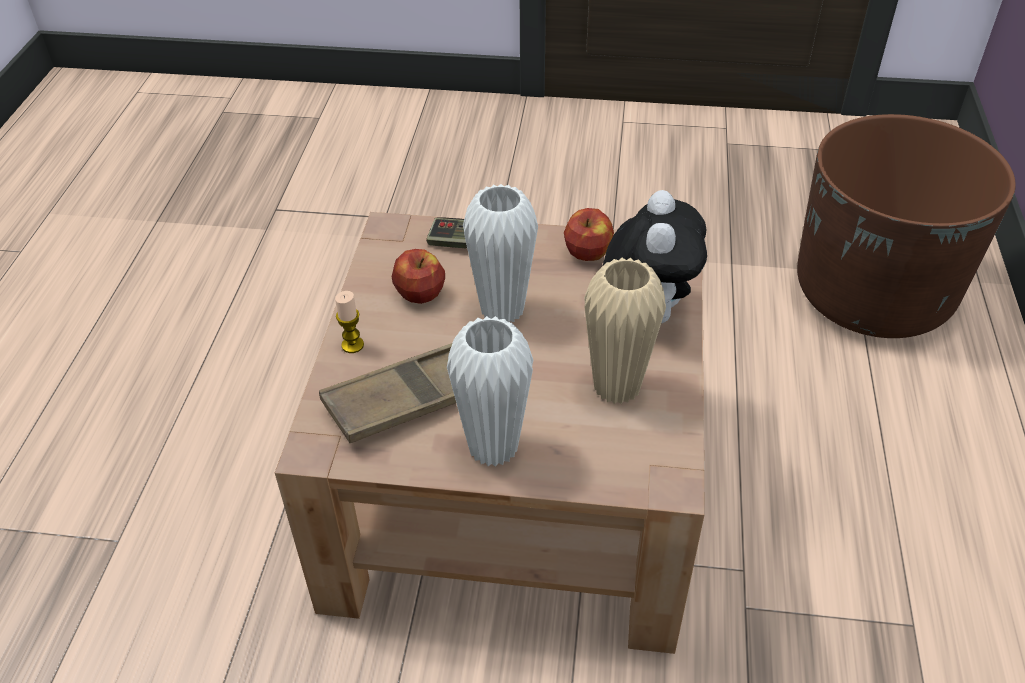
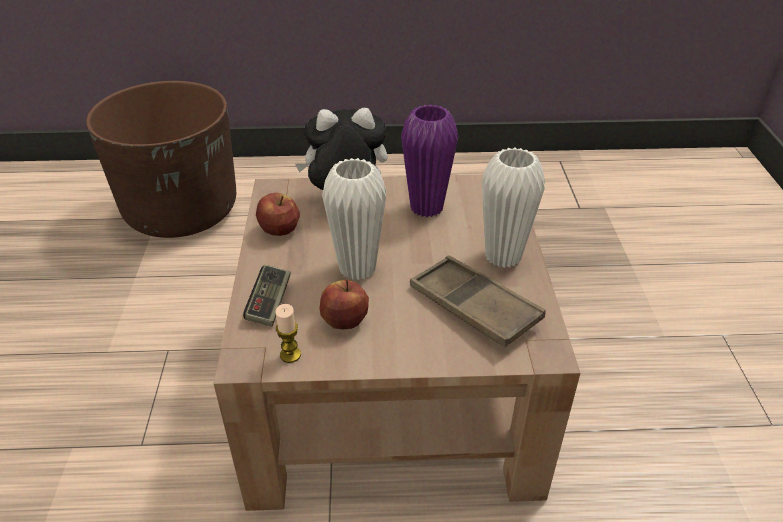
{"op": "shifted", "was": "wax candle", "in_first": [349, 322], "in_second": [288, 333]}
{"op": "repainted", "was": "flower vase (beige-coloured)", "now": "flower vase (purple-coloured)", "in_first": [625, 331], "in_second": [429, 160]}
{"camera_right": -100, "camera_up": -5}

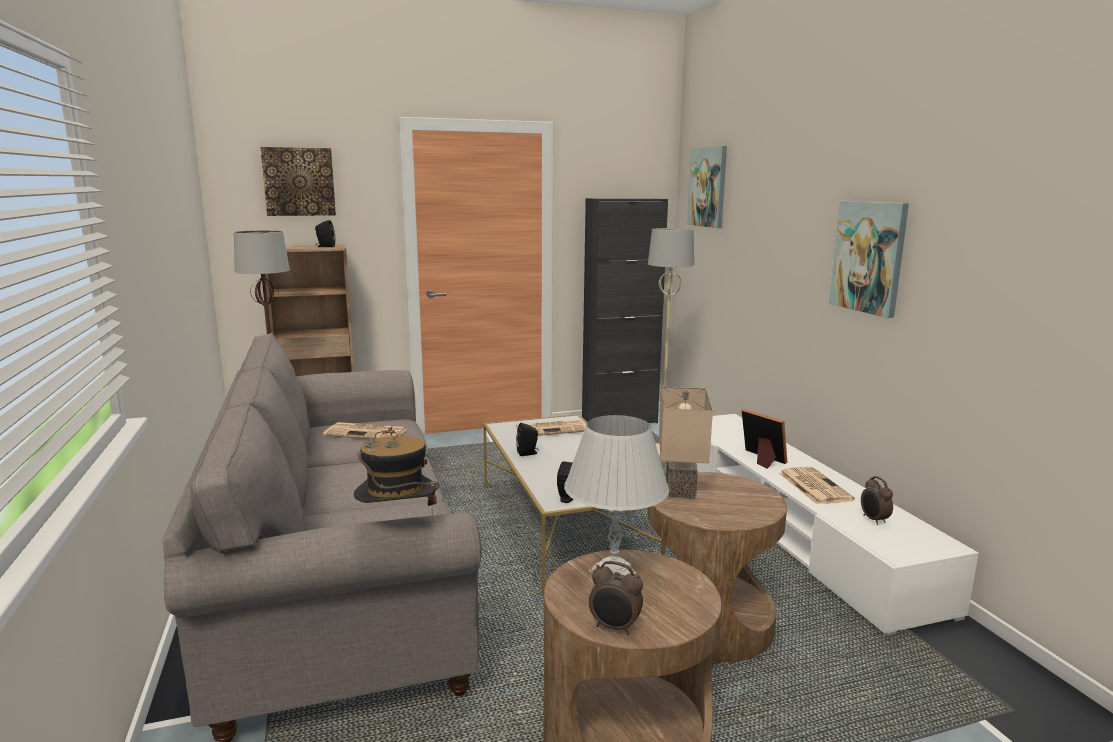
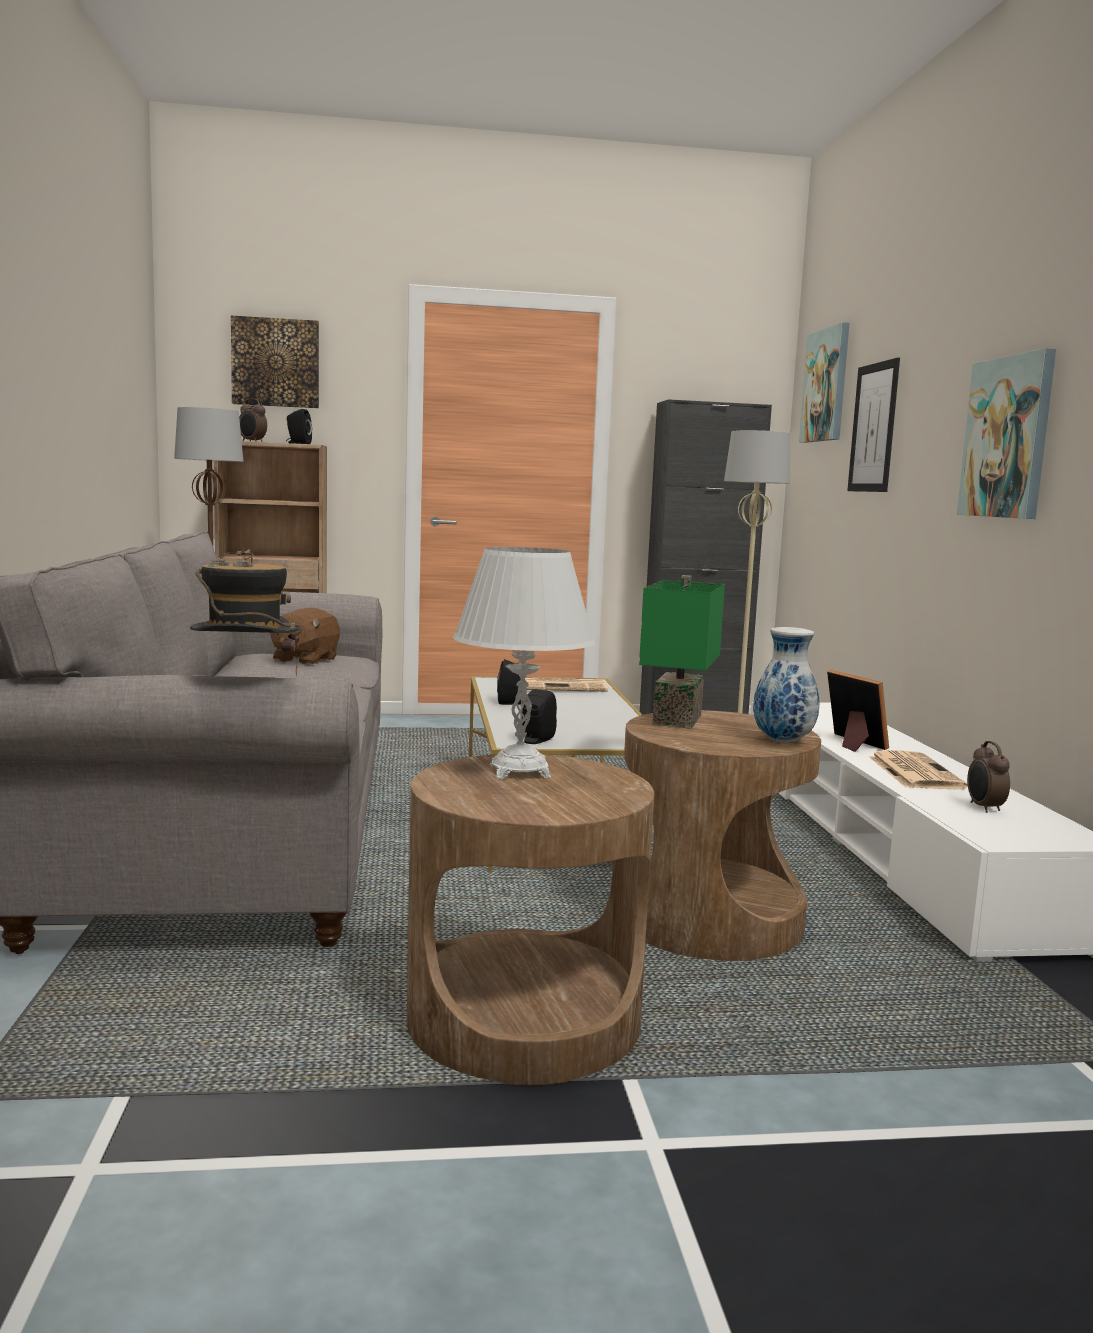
{"op": "new", "now": "flower vase", "in_second": [786, 685]}
{"op": "new", "now": "picture", "in_second": [873, 425]}
{"op": "shifted", "was": "table clock", "in_first": [616, 598], "in_second": [253, 420]}
{"op": "swapped", "was": "newspaper", "now": "plush toy (brownish)", "in_first": [365, 430], "in_second": [305, 636]}
{"op": "repainted", "was": "lamp for a table (beige-coloured)", "now": "lamp for a table (greenish)", "in_first": [686, 443], "in_second": [682, 652]}
{"camera_right": 10, "camera_up": -5}

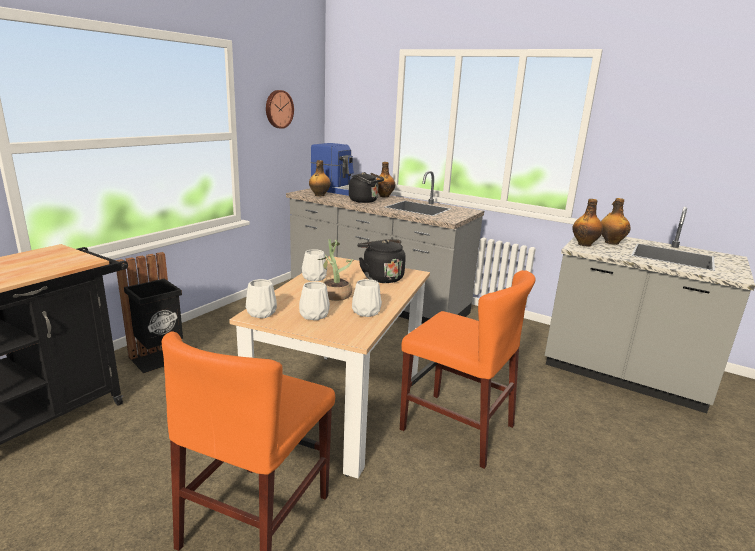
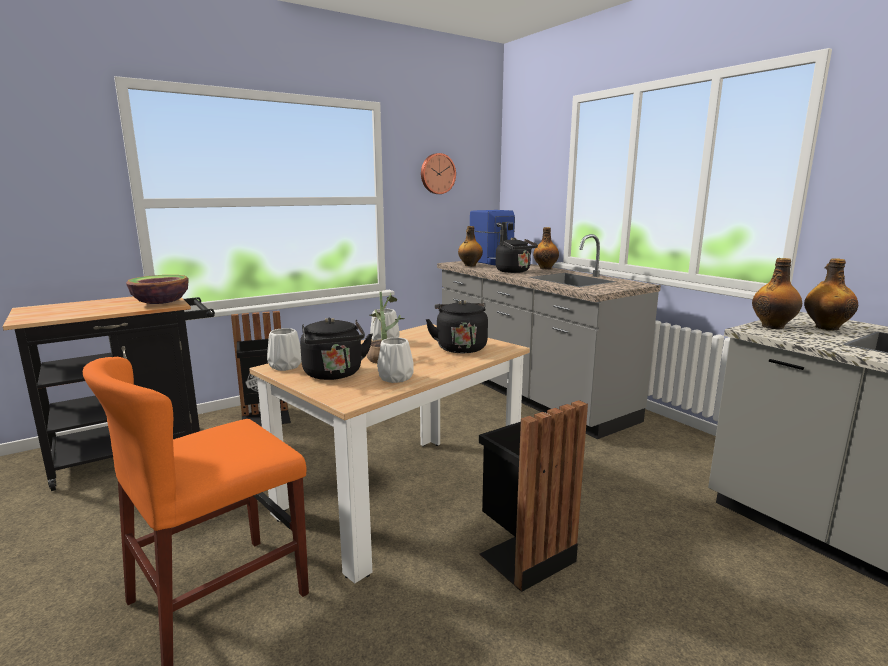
{"op": "new", "now": "bowl", "in_second": [157, 289]}
{"op": "swapped", "was": "flower vase (whitish)", "now": "water kettle (black-coloured)", "in_first": [314, 300], "in_second": [336, 349]}
{"op": "swapped", "was": "plain chair (orange-coloured)", "now": "rubbish bin (black-coloured)", "in_first": [467, 369], "in_second": [533, 496]}
{"camera_right": 25, "camera_up": -5}

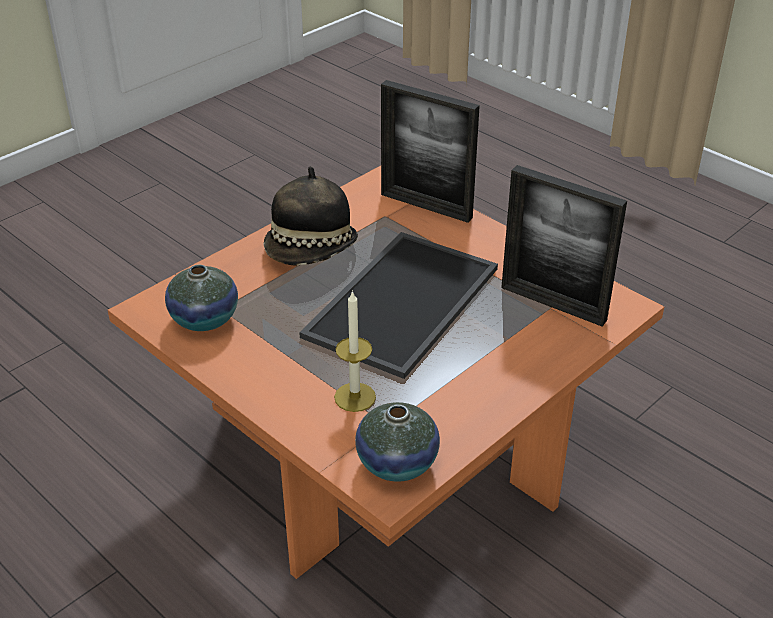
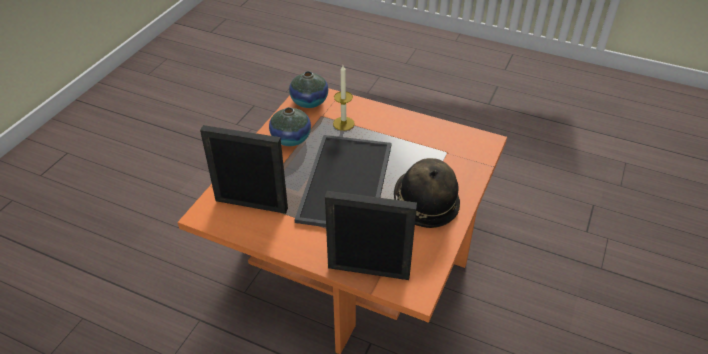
{"op": "shifted", "was": "flower vase", "in_first": [201, 298], "in_second": [290, 126]}
{"camera_right": 160, "camera_up": 5}

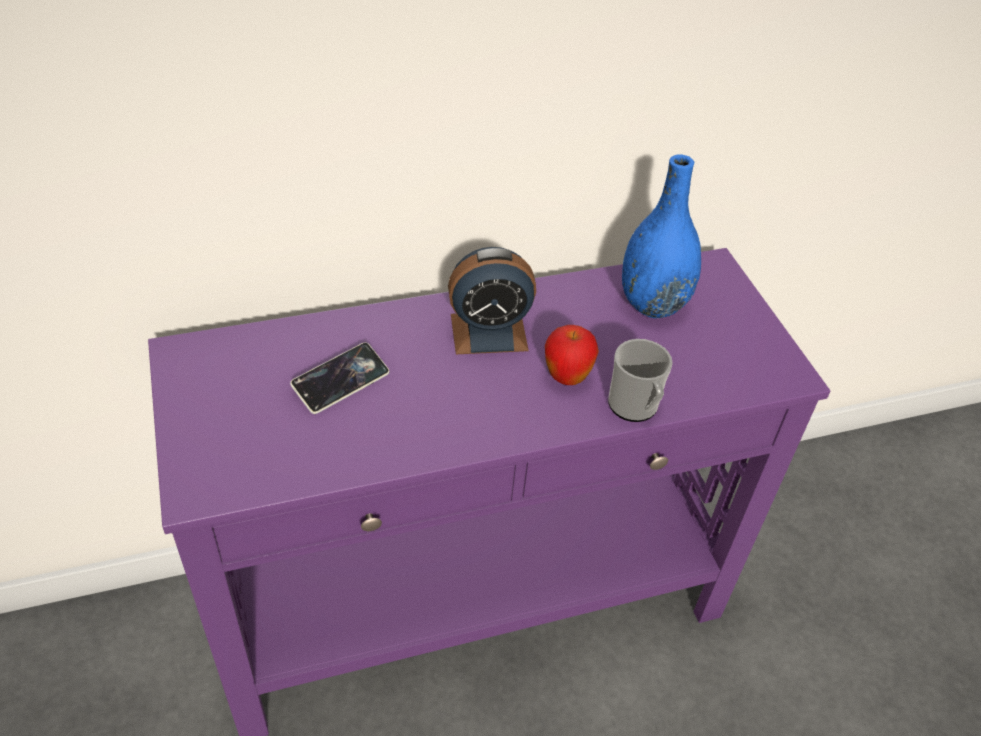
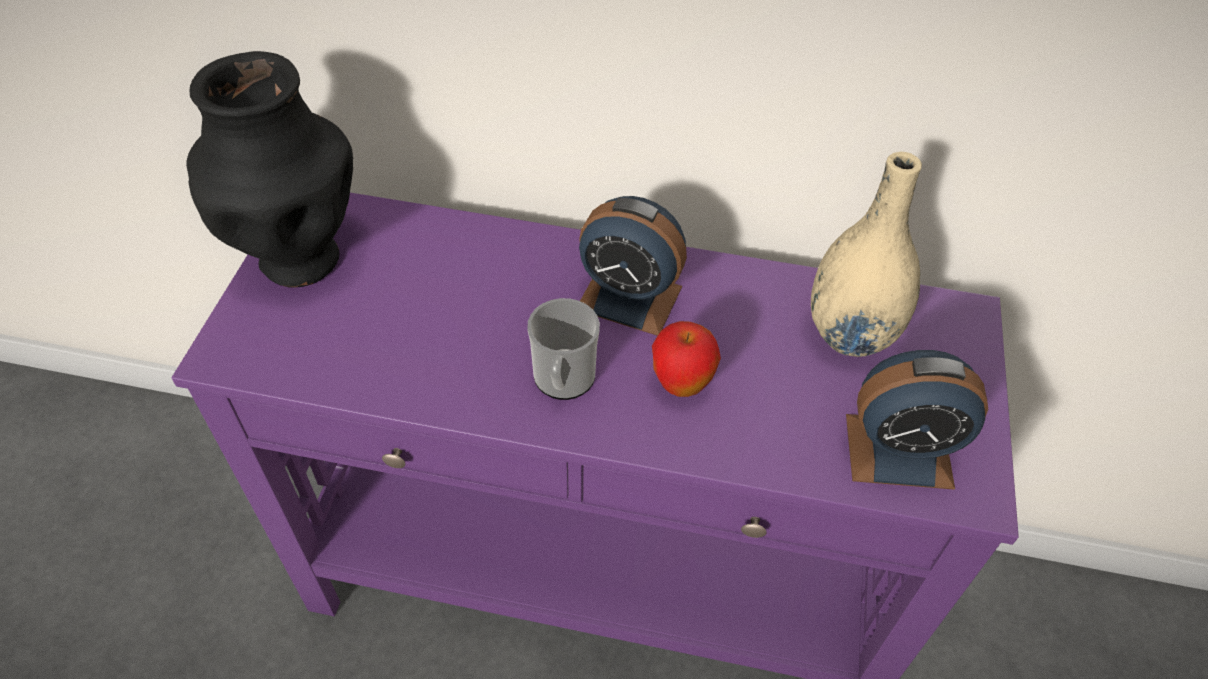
{"op": "gone", "was": "handset", "in_first": [339, 378]}
{"op": "new", "now": "flower vase (black-coloured)", "in_second": [269, 169]}
{"op": "new", "now": "table clock", "in_second": [917, 420]}
{"op": "shifted", "was": "coffee mug", "in_first": [640, 380], "in_second": [563, 349]}
{"op": "repainted", "was": "flower vase (blue)", "now": "flower vase (beige-coloured)", "in_first": [661, 236], "in_second": [866, 254]}
{"camera_right": 30, "camera_up": 5}

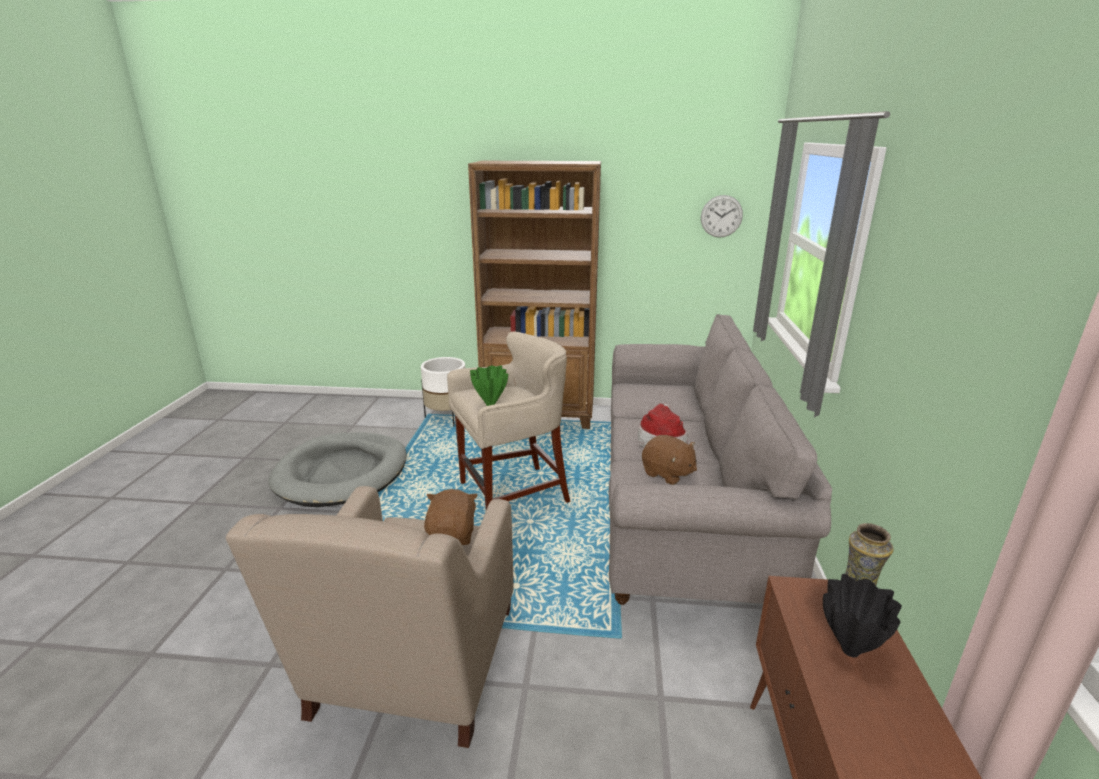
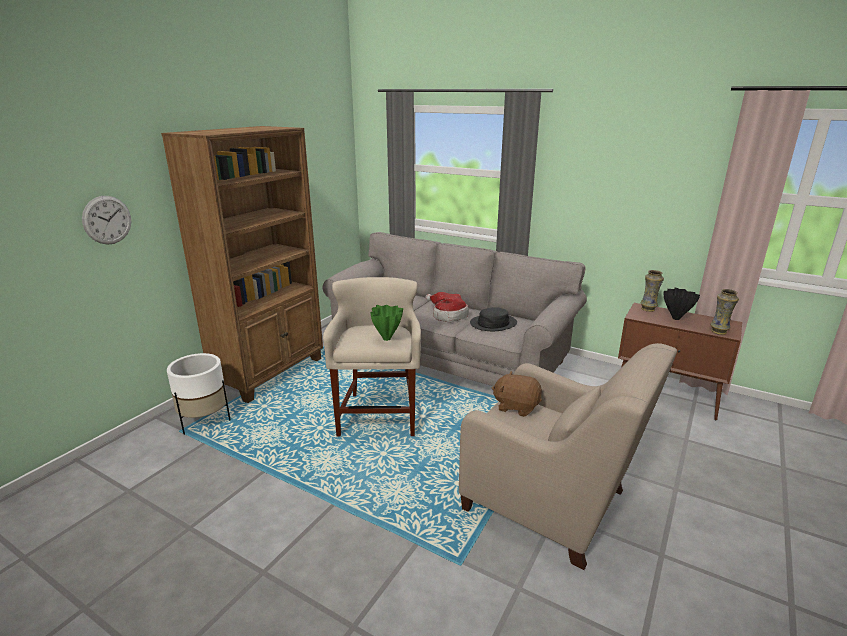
{"op": "gone", "was": "dog cushion (gray)", "in_first": [337, 469]}
{"op": "new", "now": "flower vase", "in_second": [724, 312]}
{"op": "shifted", "was": "hanging clock", "in_first": [722, 216], "in_second": [106, 220]}
{"op": "swapped", "was": "plush toy (brownish)", "now": "clothing hat (black-coloured)", "in_first": [669, 460], "in_second": [493, 319]}
{"camera_right": -65, "camera_up": 0}

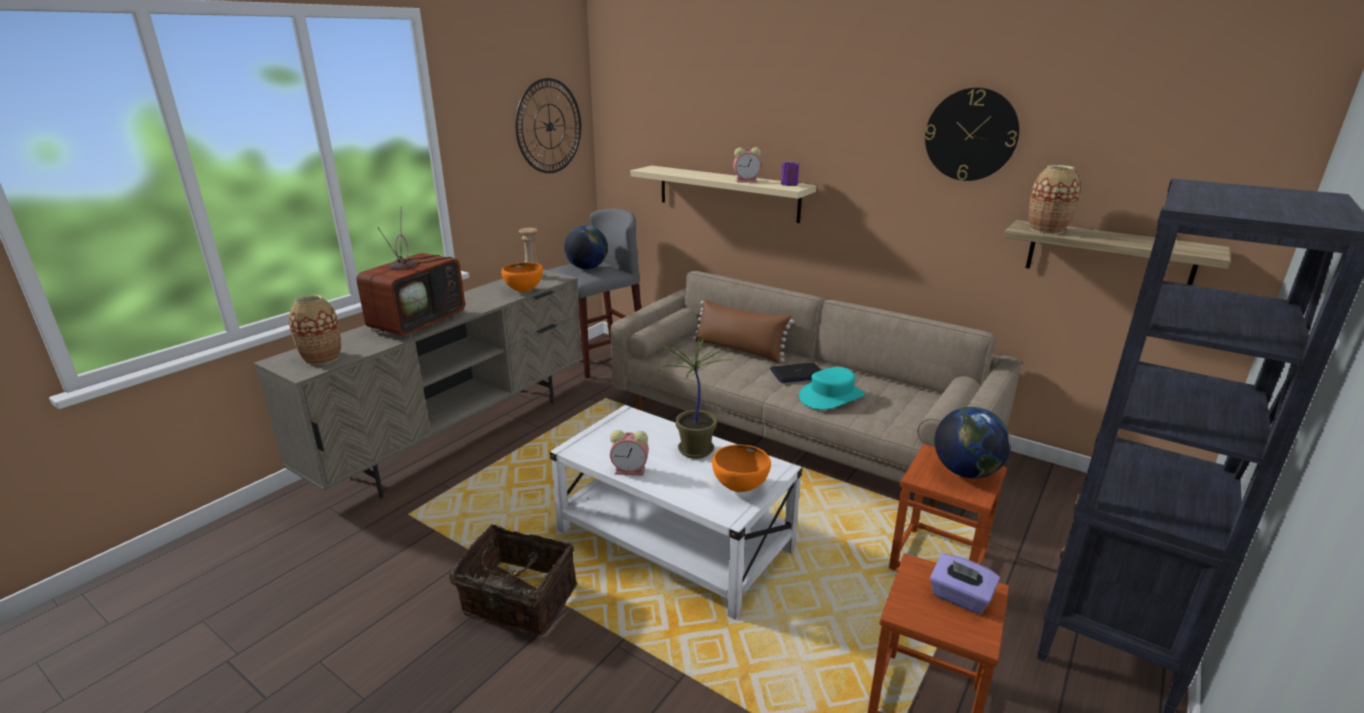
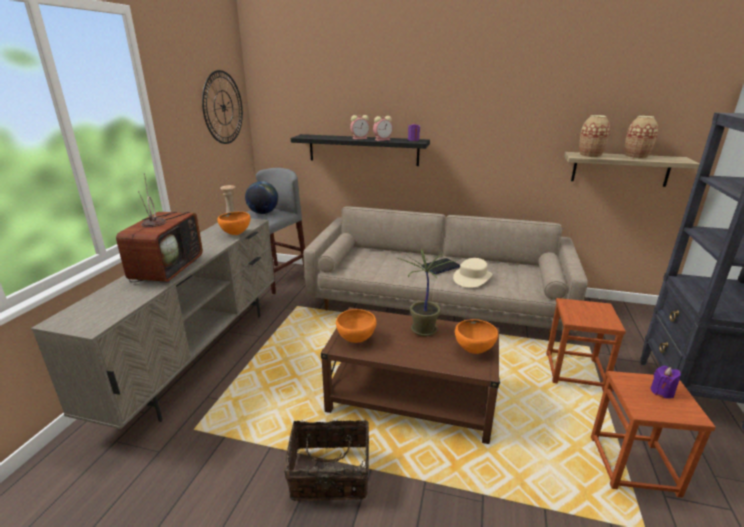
{"op": "gone", "was": "cushion (brownish)", "in_first": [743, 331]}
{"op": "gone", "was": "hanging clock", "in_first": [972, 134]}
{"op": "gone", "was": "world globe", "in_first": [973, 443]}
{"op": "new", "now": "bowl (orange-coloured)", "in_second": [356, 326]}
{"op": "shifted", "was": "flower vase", "in_first": [315, 329], "in_second": [641, 137]}
{"op": "shifted", "was": "table clock", "in_first": [629, 453], "in_second": [360, 127]}
{"op": "swapped", "was": "box of tissues (purple-coloured)", "now": "wax candle (purple-coloured)", "in_first": [965, 583], "in_second": [666, 382]}
{"op": "repainted", "was": "low table (whitish)", "now": "low table (brownish)", "in_first": [676, 512], "in_second": [410, 375]}
{"op": "repainted", "was": "shelf (beige-coloured)", "now": "shelf (black-coloured)", "in_first": [723, 194], "in_second": [360, 150]}
{"op": "repainted", "was": "clothing hat (blue-green)", "now": "clothing hat (beige-coloured)", "in_first": [832, 388], "in_second": [473, 273]}
{"camera_right": -20, "camera_up": 0}

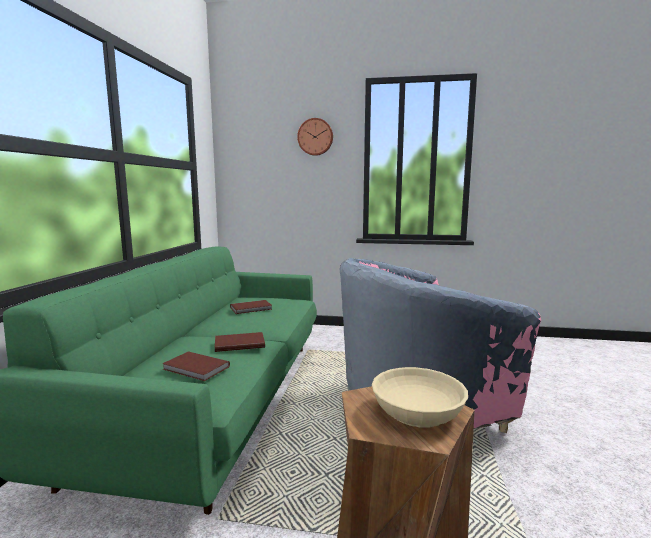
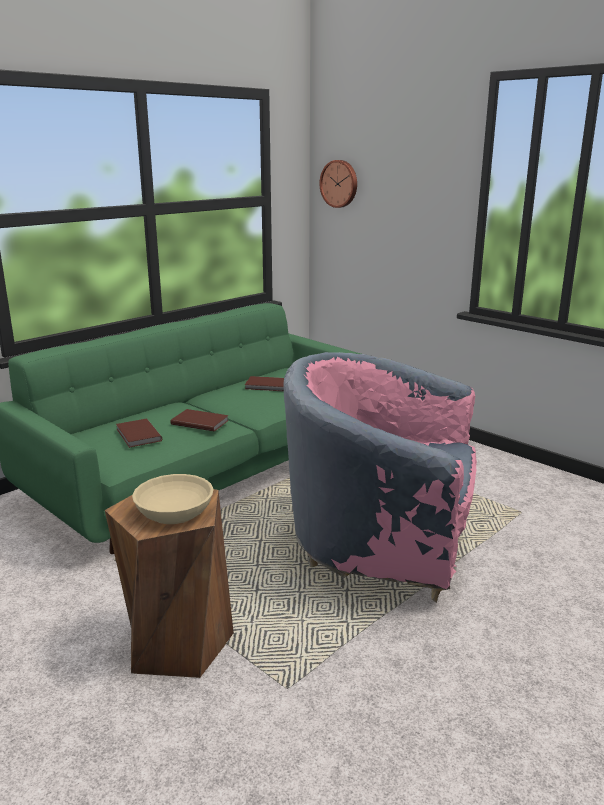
{"op": "shifted", "was": "hanging clock", "in_first": [315, 137], "in_second": [338, 184]}
{"camera_right": 35, "camera_up": 10}

